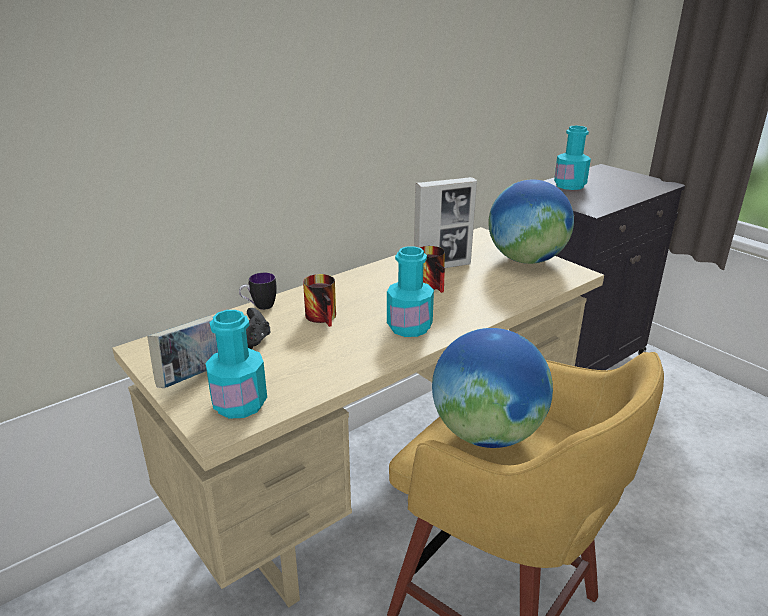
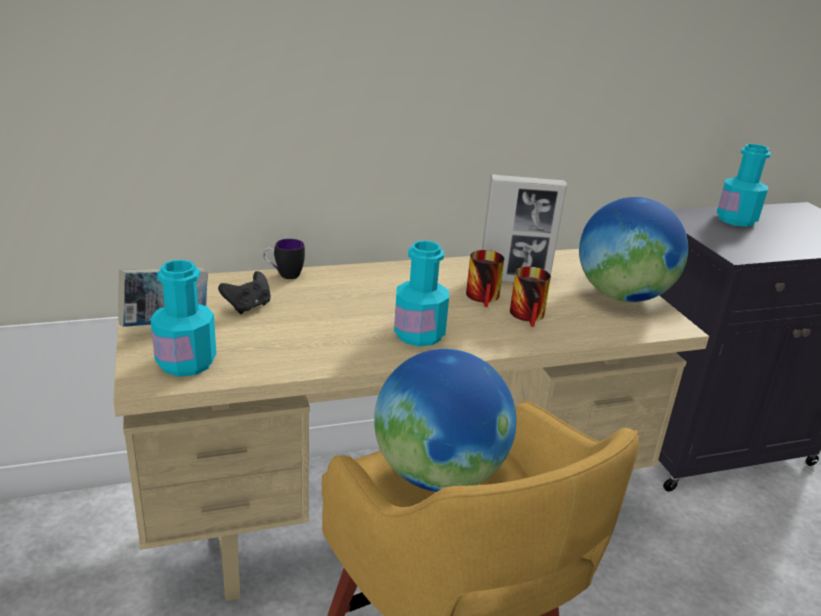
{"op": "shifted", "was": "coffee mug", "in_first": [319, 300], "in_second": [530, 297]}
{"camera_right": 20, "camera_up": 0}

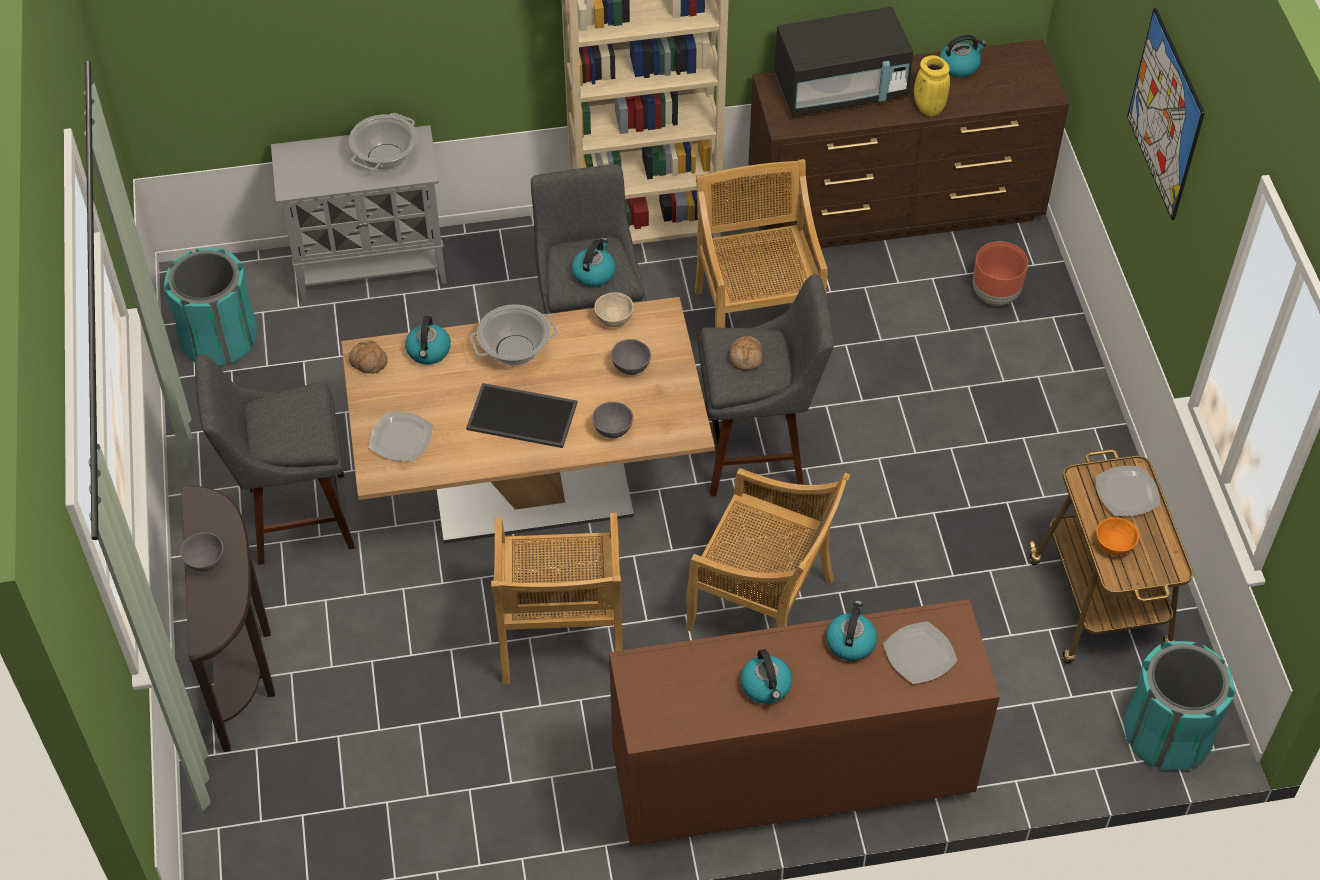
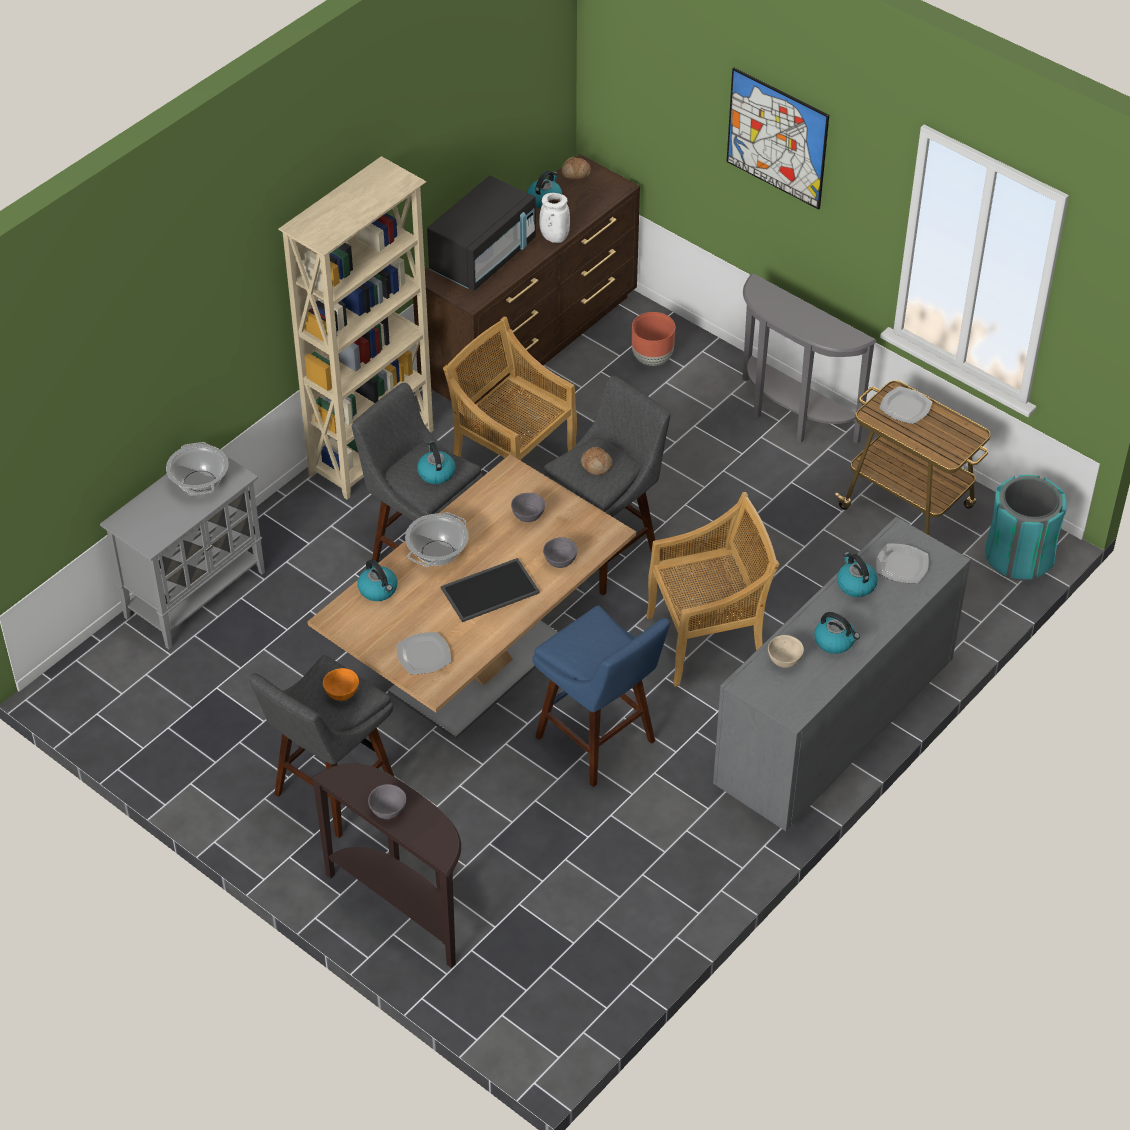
{"op": "gone", "was": "rubbish bin (blue-green)", "in_first": [211, 307]}
{"op": "new", "now": "narrow table (gray)", "in_second": [810, 358]}
{"op": "shifted", "was": "bakery bread", "in_first": [368, 356], "in_second": [576, 168]}
{"op": "shifted", "was": "bowl (beige-coloured)", "in_first": [614, 309], "in_second": [786, 651]}
{"op": "shifted", "was": "bowl (orange-coloured)", "in_first": [1117, 536], "in_second": [341, 684]}
{"op": "swapped", "was": "plain chair (beige-coloured)", "now": "stool seat (blue)", "in_first": [557, 598], "in_second": [601, 696]}
{"op": "repainted", "was": "dresser (brownish)", "now": "dresser (gray)", "in_first": [804, 722], "in_second": [842, 674]}
{"op": "repainted", "was": "flower vase (yellowish)", "now": "flower vase (whitish)", "in_first": [932, 86], "in_second": [554, 218]}
{"camera_right": -40, "camera_up": -5}

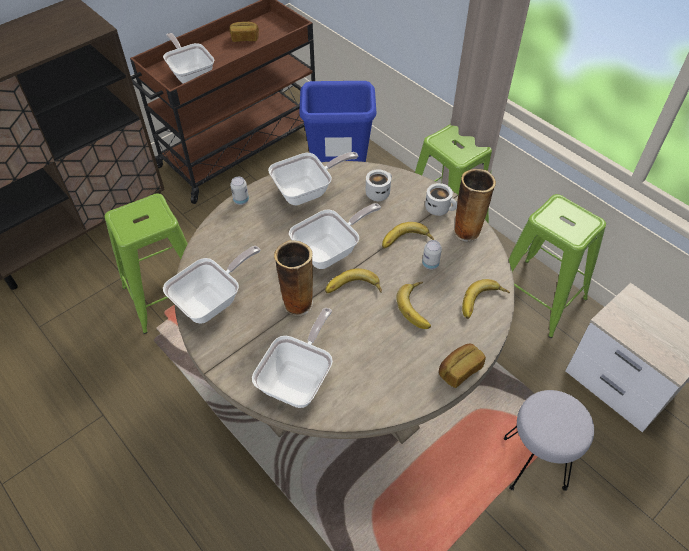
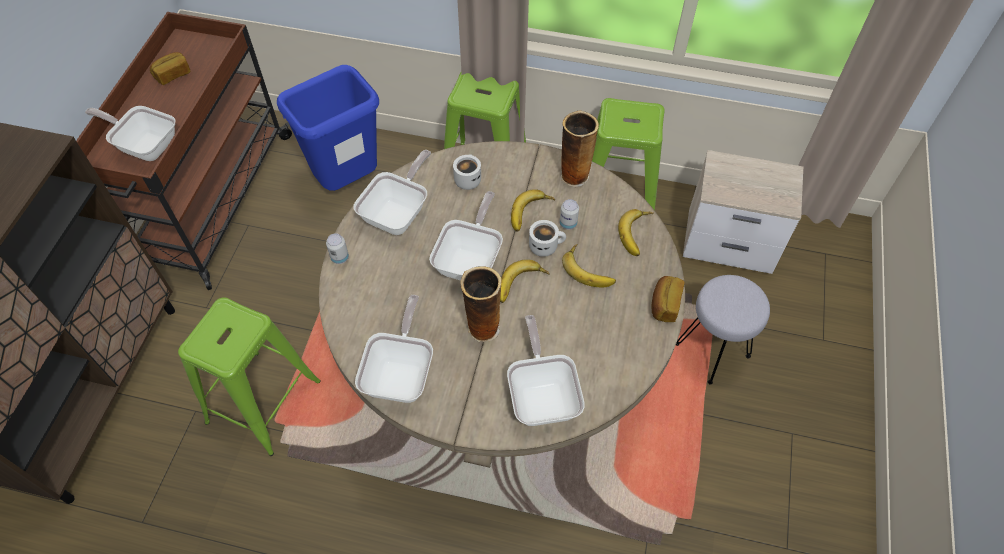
{"op": "shifted", "was": "coffee mug (whitish)", "in_first": [441, 199], "in_second": [547, 238]}
{"camera_right": -35, "camera_up": 5}

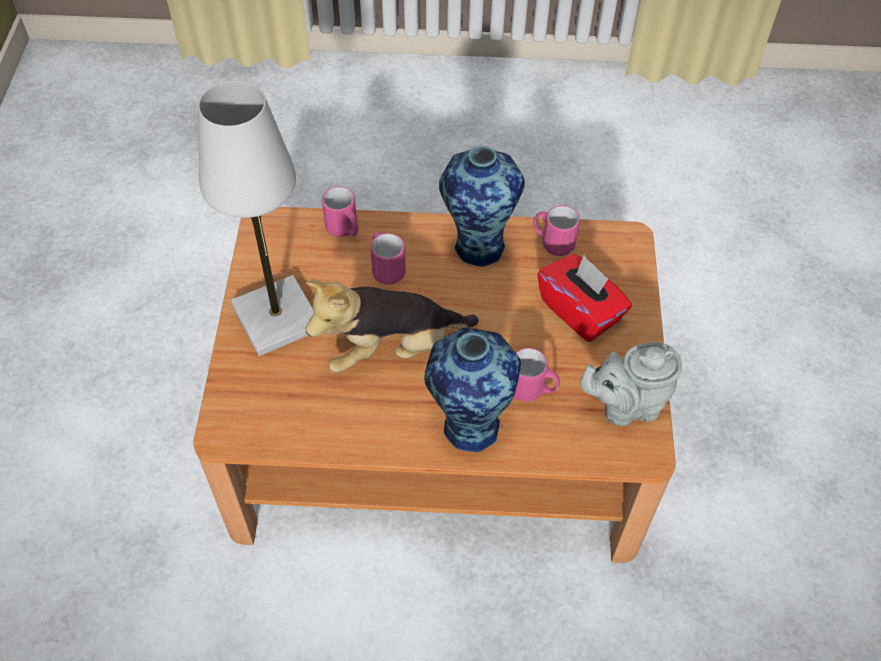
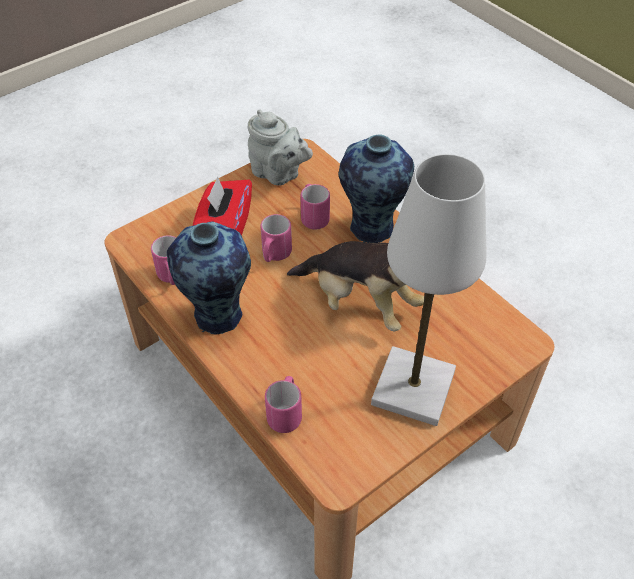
{"op": "shifted", "was": "coffee mug (pinkish)", "in_first": [388, 258], "in_second": [276, 238]}
{"camera_right": -130, "camera_up": -5}

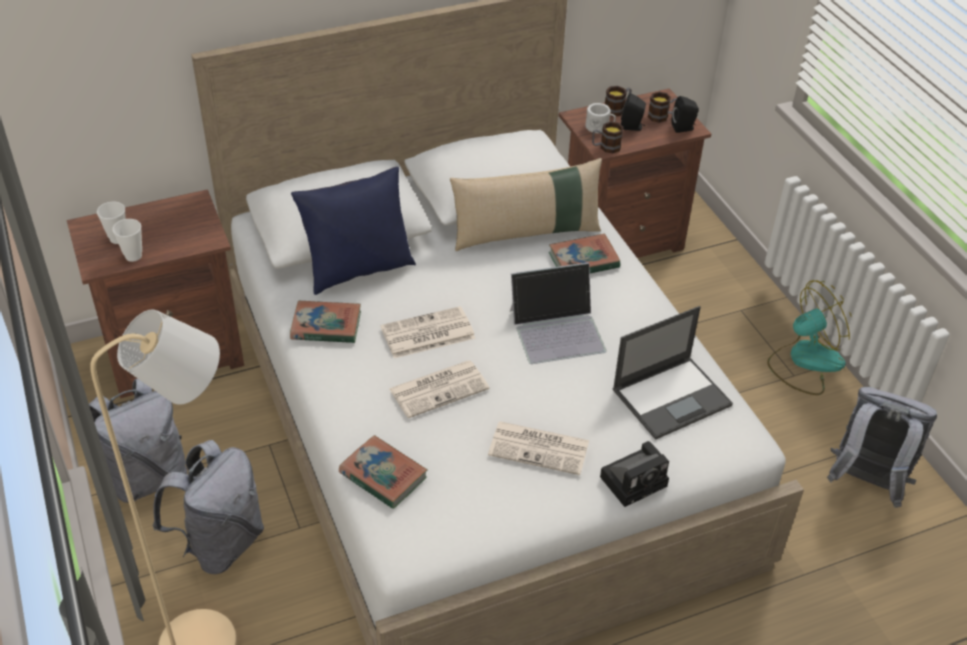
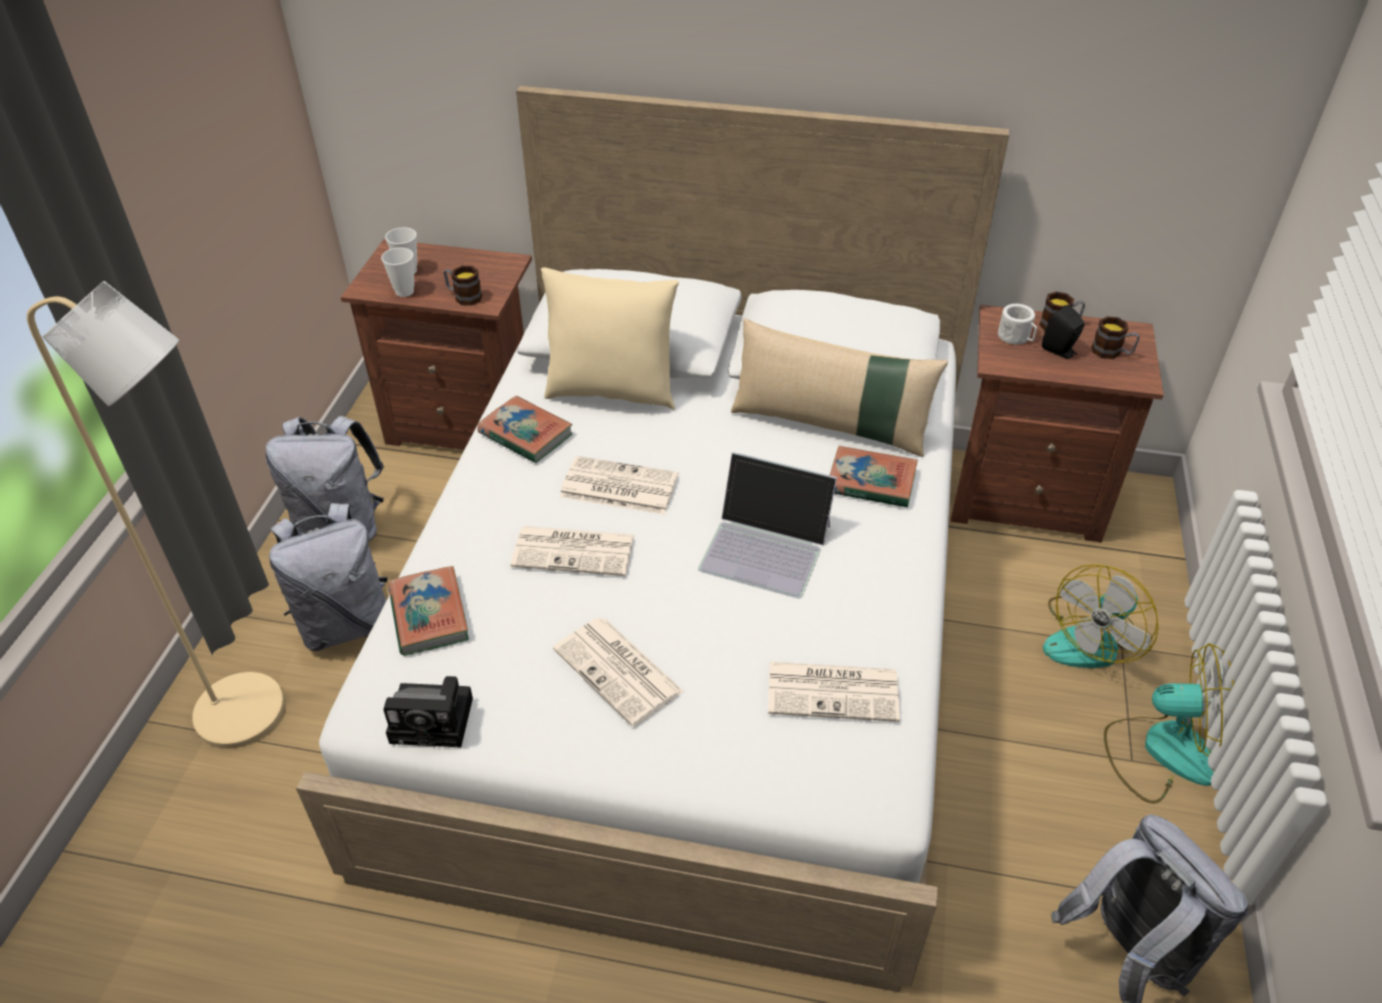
{"op": "gone", "was": "speaker (black-coloured)", "in_first": [685, 114]}
{"op": "new", "now": "cooling fan", "in_second": [1101, 616]}
{"op": "shifted", "was": "coffee mug", "in_first": [607, 137], "in_second": [463, 286]}
{"op": "shifted", "was": "photo camera", "in_first": [634, 474], "in_second": [428, 711]}
{"op": "swapped", "was": "portable computer", "now": "newspaper", "in_first": [673, 373], "in_second": [834, 692]}
{"op": "repainted", "was": "cushion (blue)", "now": "cushion (beige-coloured)", "in_first": [353, 231], "in_second": [610, 338]}
{"camera_right": 35, "camera_up": 0}

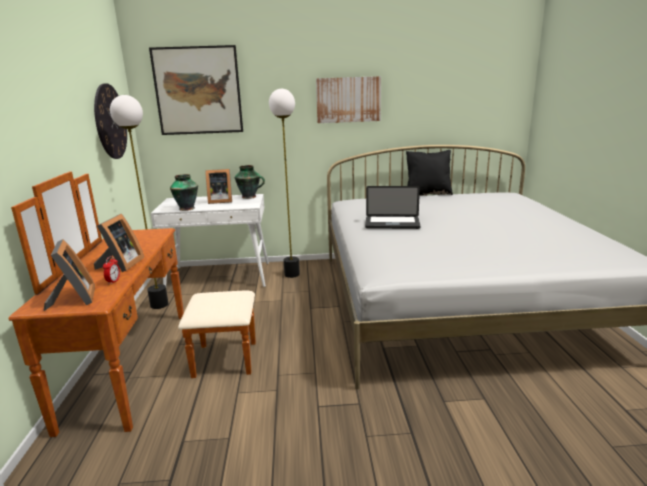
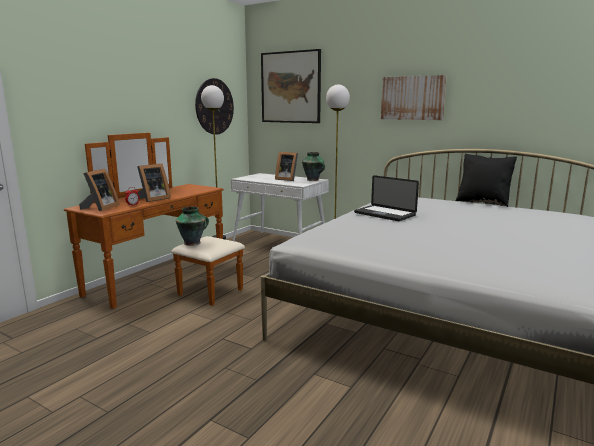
{"op": "shifted", "was": "flower vase", "in_first": [184, 192], "in_second": [192, 226]}
{"camera_right": 35, "camera_up": -5}

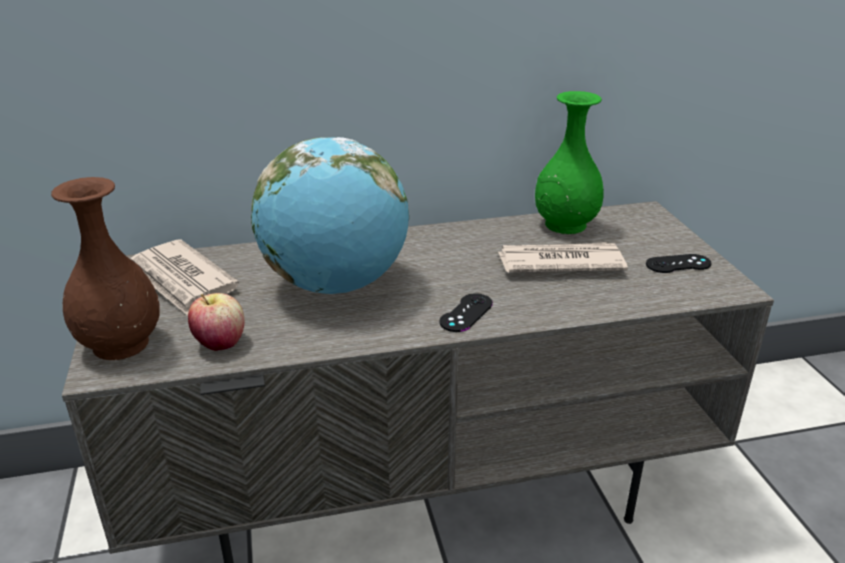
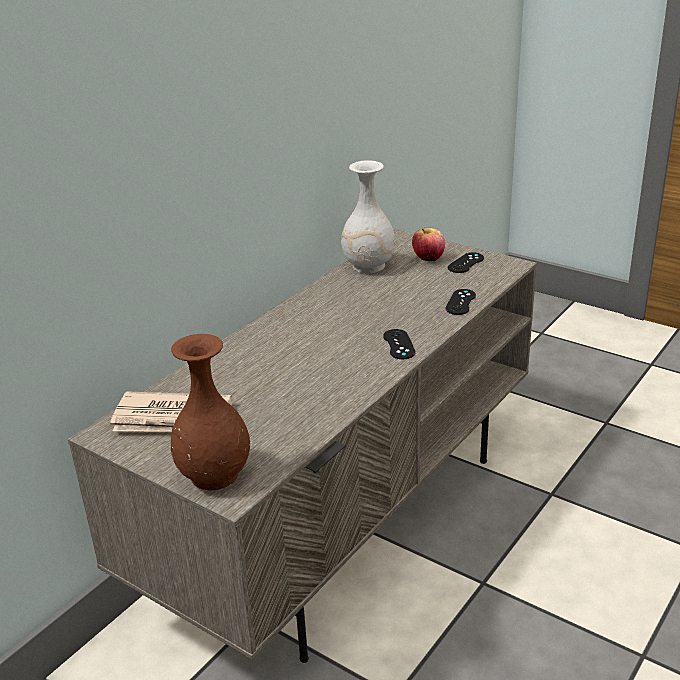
{"op": "gone", "was": "world globe", "in_first": [330, 215]}
{"op": "gone", "was": "newspaper", "in_first": [563, 257]}
{"op": "new", "now": "game controller (black-coloured)", "in_second": [460, 302]}
{"op": "shifted", "was": "apple fruit", "in_first": [216, 322], "in_second": [428, 244]}
{"op": "repainted", "was": "flower vase (greenish)", "now": "flower vase (whitish)", "in_first": [569, 162], "in_second": [368, 216]}
{"camera_right": -40, "camera_up": 0}

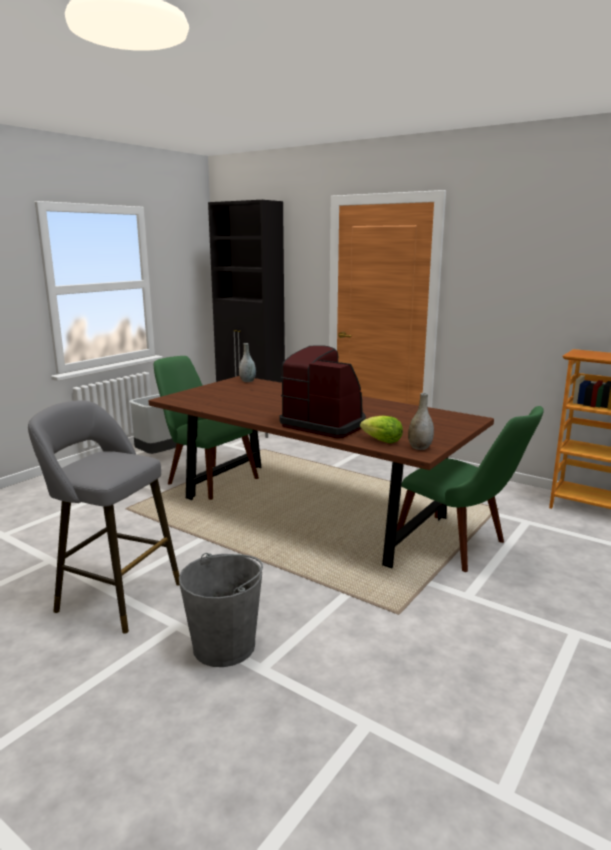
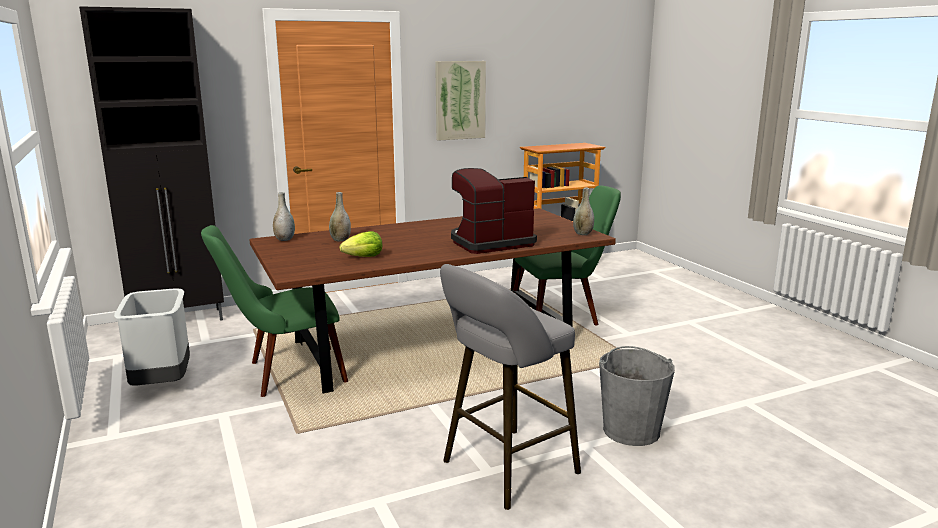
{"op": "new", "now": "flower vase (gray)", "in_second": [340, 216]}
{"op": "new", "now": "picture", "in_second": [460, 101]}
{"op": "shifted", "was": "lettuce head", "in_first": [381, 429], "in_second": [361, 244]}
{"camera_right": -60, "camera_up": 0}

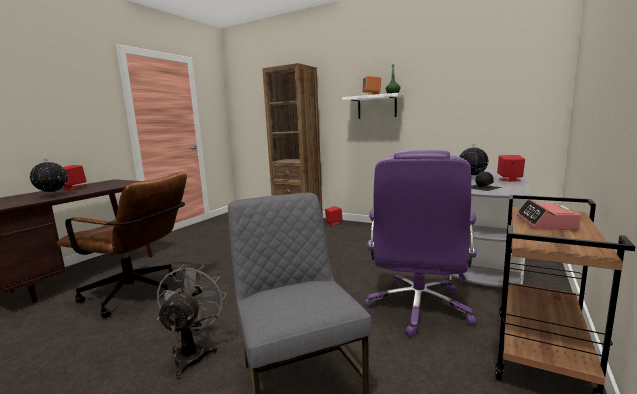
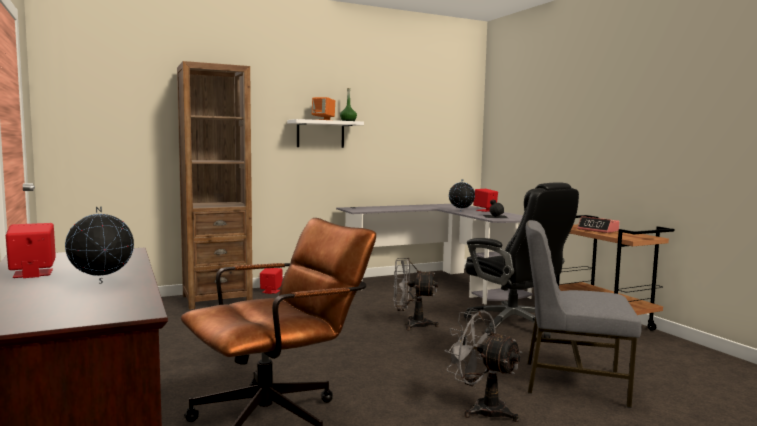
{"op": "new", "now": "cooling fan (gray)", "in_second": [416, 294]}
{"op": "repainted", "was": "office chair (purple-coloured)", "now": "office chair (black-coloured)", "in_first": [420, 243], "in_second": [521, 260]}
{"camera_right": -55, "camera_up": -5}

